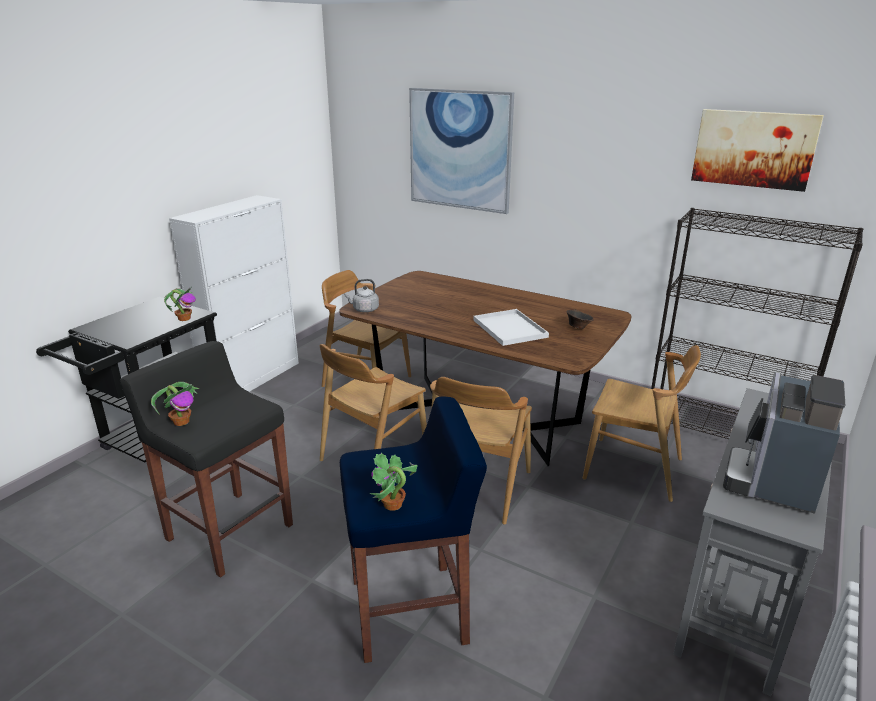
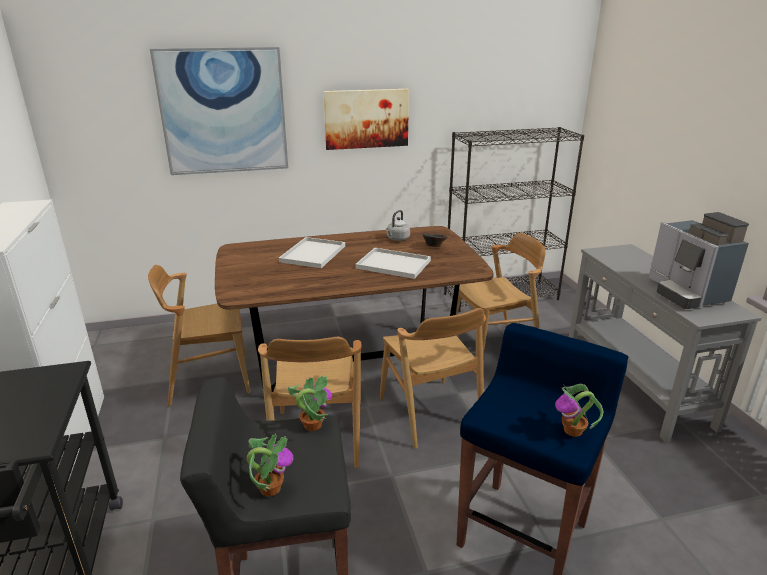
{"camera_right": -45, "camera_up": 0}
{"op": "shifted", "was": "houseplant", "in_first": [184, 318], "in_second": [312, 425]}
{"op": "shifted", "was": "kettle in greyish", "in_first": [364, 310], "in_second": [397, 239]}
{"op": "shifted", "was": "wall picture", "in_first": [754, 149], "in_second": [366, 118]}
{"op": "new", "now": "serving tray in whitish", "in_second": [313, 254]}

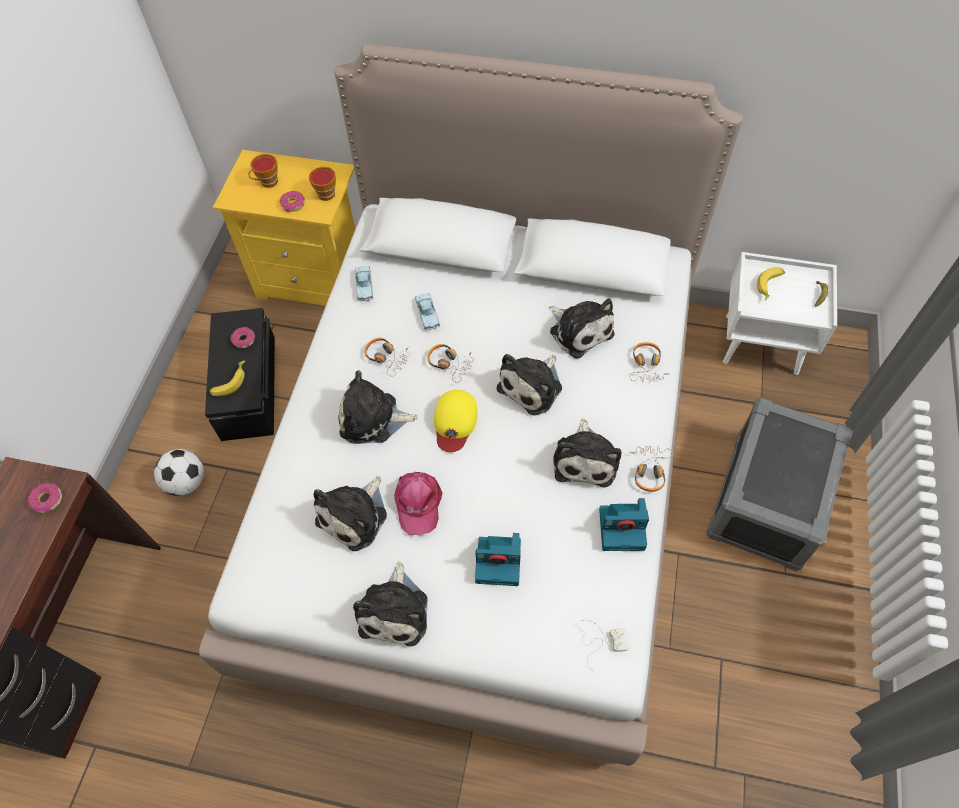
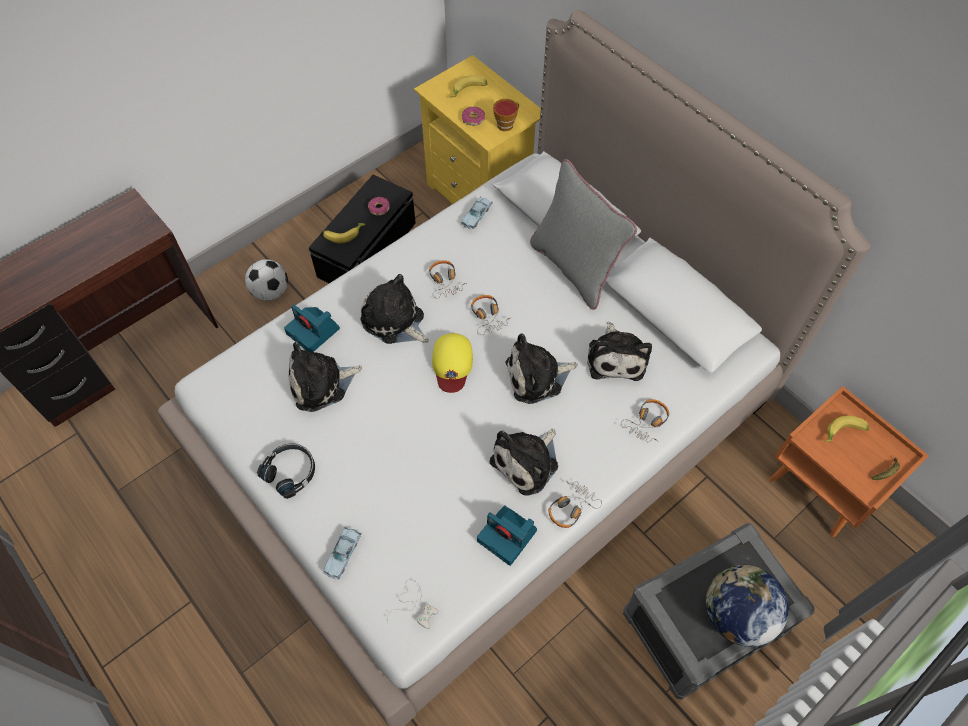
{"camera_right": 35, "camera_up": 0}
{"op": "gone", "was": "ring doughnut", "in_first": [47, 500]}
{"op": "swapped", "was": "cup", "now": "banana", "in_first": [267, 183], "in_second": [469, 91]}
{"op": "swapped", "was": "cuddly toy", "now": "headphones in blackish", "in_first": [395, 610], "in_second": [291, 471]}
{"op": "gone", "was": "peaked cap in pinkish", "in_first": [418, 503]}
{"op": "shifted", "was": "model car in blue-coloured", "in_first": [427, 314], "in_second": [342, 554]}
{"op": "rotated", "was": "peaked cap in yellowish", "in_first": [454, 422], "in_second": [452, 364], "clockwise": -45}
{"op": "shifted", "was": "photo camera", "in_first": [499, 561], "in_second": [314, 331]}
{"op": "repainted", "was": "nightstand in whitish", "now": "nightstand in orangey", "in_first": [762, 344], "in_second": [822, 487]}
{"op": "new", "now": "cushion in greyish", "in_second": [574, 268]}
{"op": "new", "now": "desk globe", "in_second": [735, 615]}

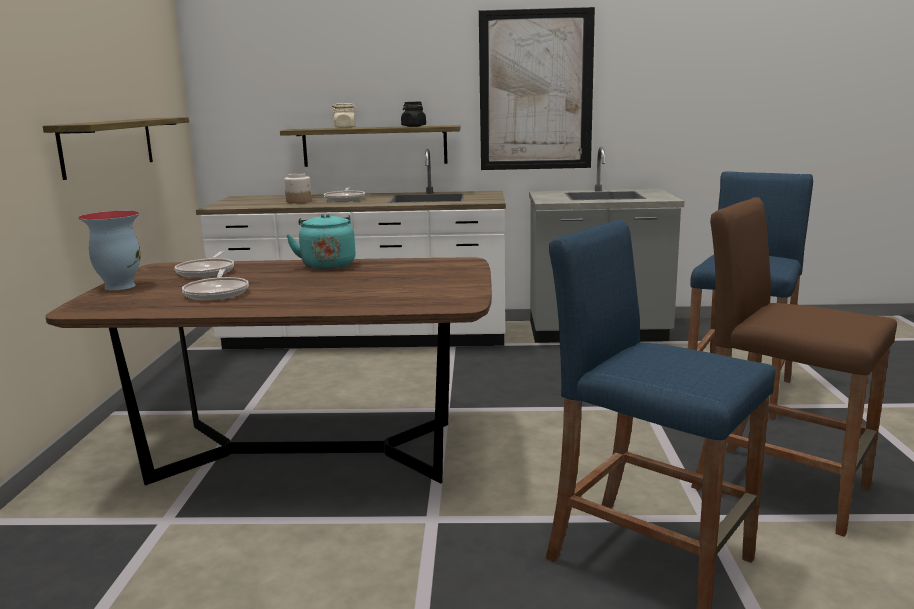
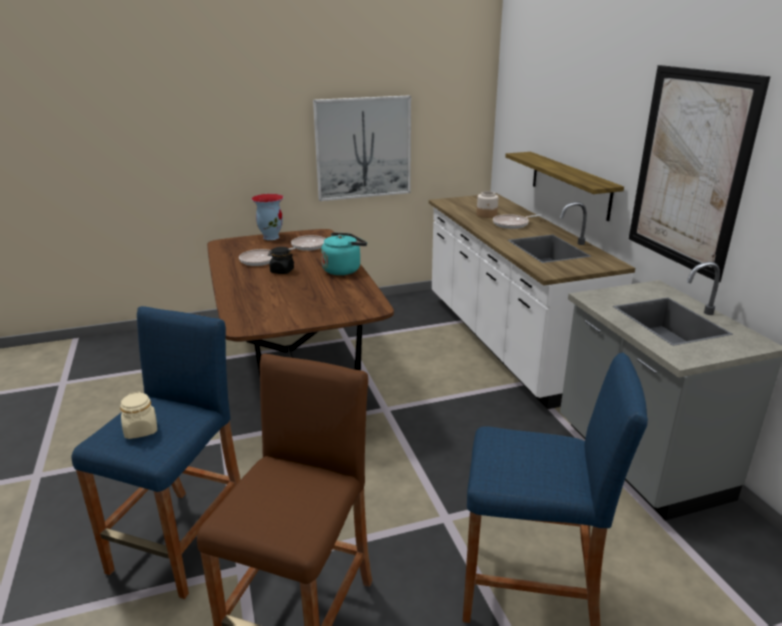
{"camera_right": 70, "camera_up": 10}
{"op": "swapped", "was": "shelf", "now": "wall picture", "in_first": [108, 145], "in_second": [363, 148]}
{"op": "shifted", "was": "preserve jar in sand-coloured", "in_first": [345, 128], "in_second": [141, 430]}
{"op": "shifted", "was": "preserve jar in blackish", "in_first": [413, 126], "in_second": [282, 271]}

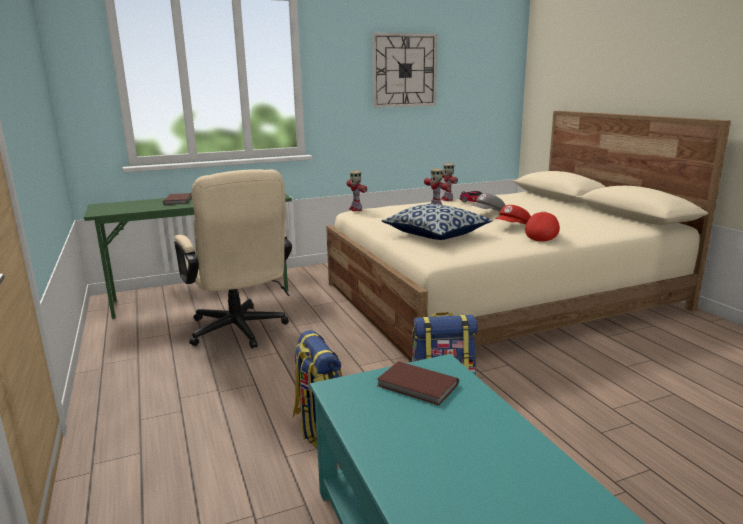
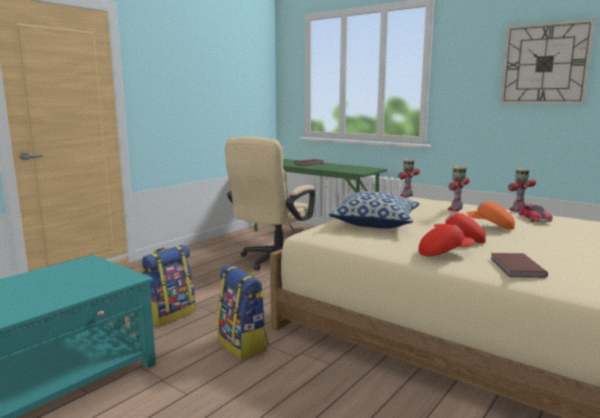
{"camera_right": 60, "camera_up": -5}
{"op": "shifted", "was": "volume in brown", "in_first": [417, 386], "in_second": [516, 267]}
{"op": "repainted", "was": "peaked cap in greyish", "now": "peaked cap in orangey", "in_first": [488, 213], "in_second": [490, 226]}

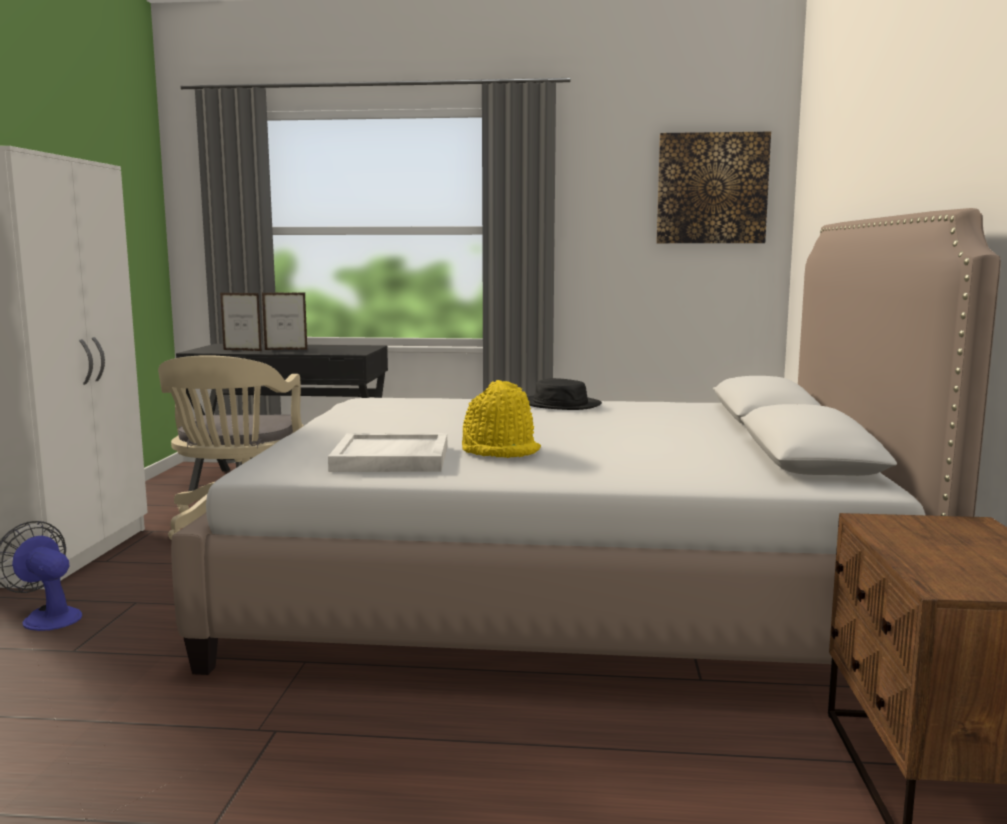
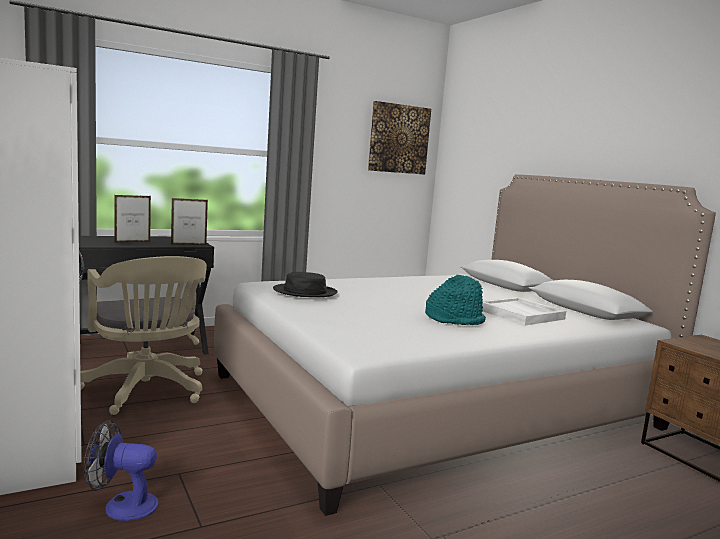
{"camera_right": -35, "camera_up": 0}
{"op": "shifted", "was": "picture frame", "in_first": [242, 350], "in_second": [189, 245]}
{"op": "shifted", "was": "serving tray in whitish", "in_first": [392, 458], "in_second": [521, 314]}
{"op": "repainted", "was": "wearable hat in yellowish", "now": "wearable hat in turquoise-coloured", "in_first": [500, 450], "in_second": [455, 319]}
{"op": "shifted", "was": "wearable hat in blackish", "in_first": [560, 404], "in_second": [305, 292]}

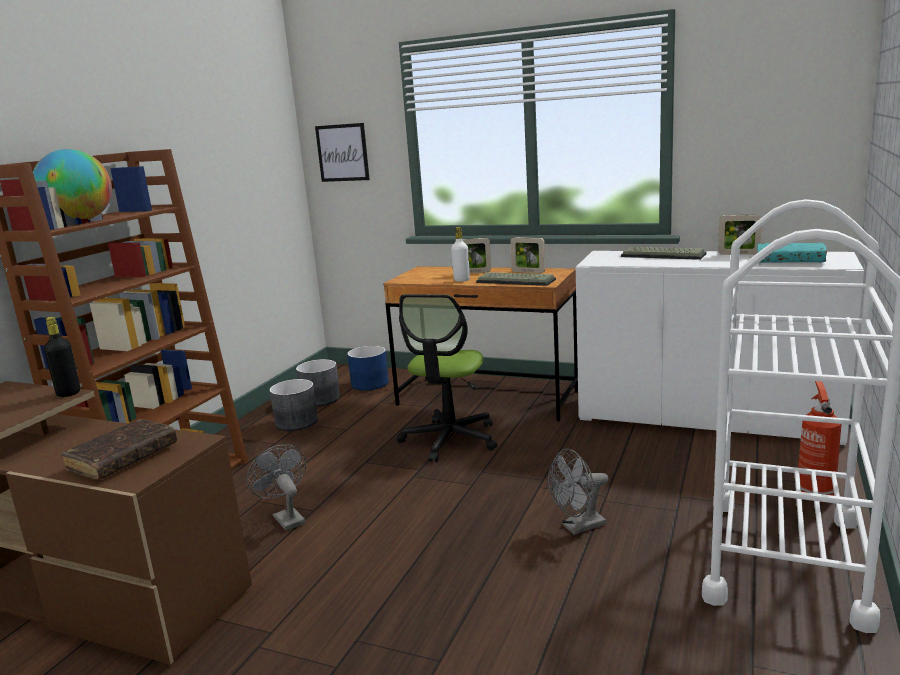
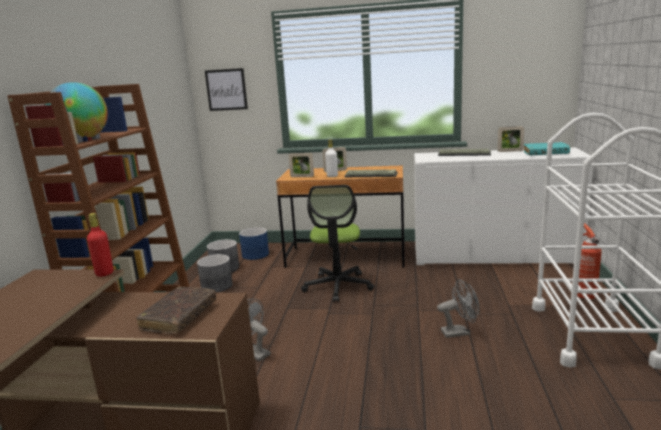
{"camera_right": -15, "camera_up": 0}
{"op": "repainted", "was": "bottle in blackish", "now": "bottle in red-coloured", "in_first": [68, 393], "in_second": [104, 273]}
{"op": "shifted", "was": "picture frame", "in_first": [528, 272], "in_second": [302, 177]}
{"op": "rotated", "was": "fan in greyish", "in_first": [578, 527], "in_second": [459, 332], "clockwise": -150}

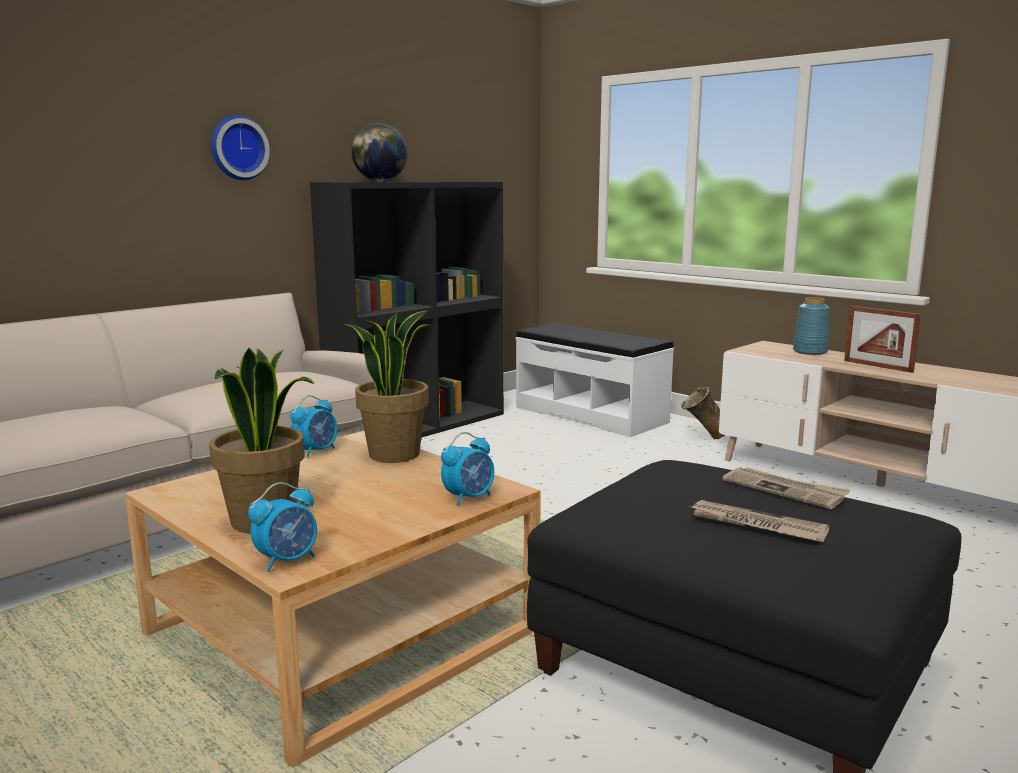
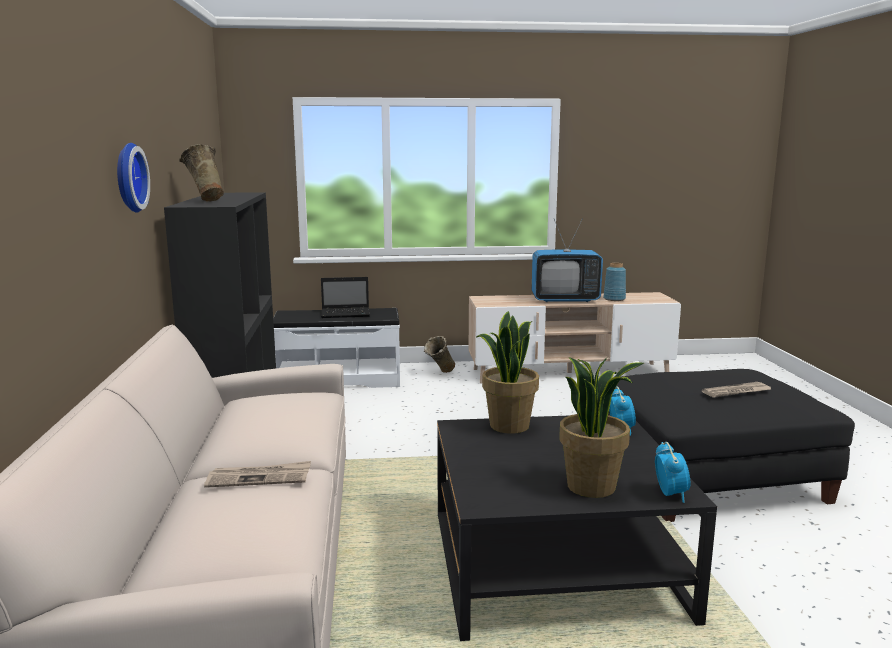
{"camera_right": -50, "camera_up": 0}
{"op": "repainted", "was": "lounge table in sand-coloured", "now": "lounge table in blackish", "in_first": [341, 631], "in_second": [554, 564]}
{"op": "gone", "was": "alarm clock", "in_first": [316, 451]}
{"op": "swapped", "was": "desk globe", "now": "decorative vase in sand-coloured", "in_first": [380, 181], "in_second": [205, 201]}
{"op": "shifted", "was": "newspaper", "in_first": [785, 490], "in_second": [259, 478]}
{"op": "shifted", "was": "decorative vase in blue-coloured", "in_first": [810, 352], "in_second": [614, 299]}
{"op": "swapped", "was": "picture frame", "now": "television", "in_first": [878, 366], "in_second": [565, 300]}
{"op": "new", "now": "laptop", "in_second": [346, 314]}

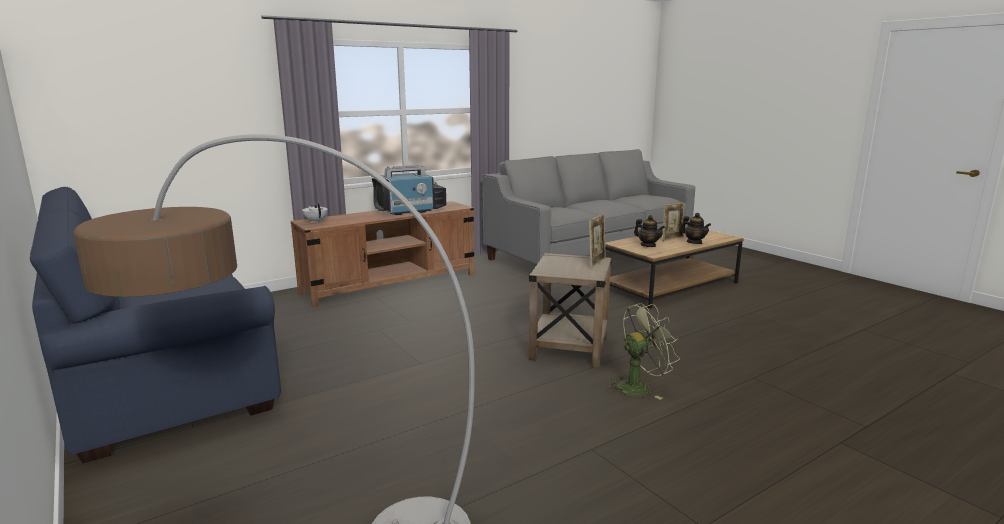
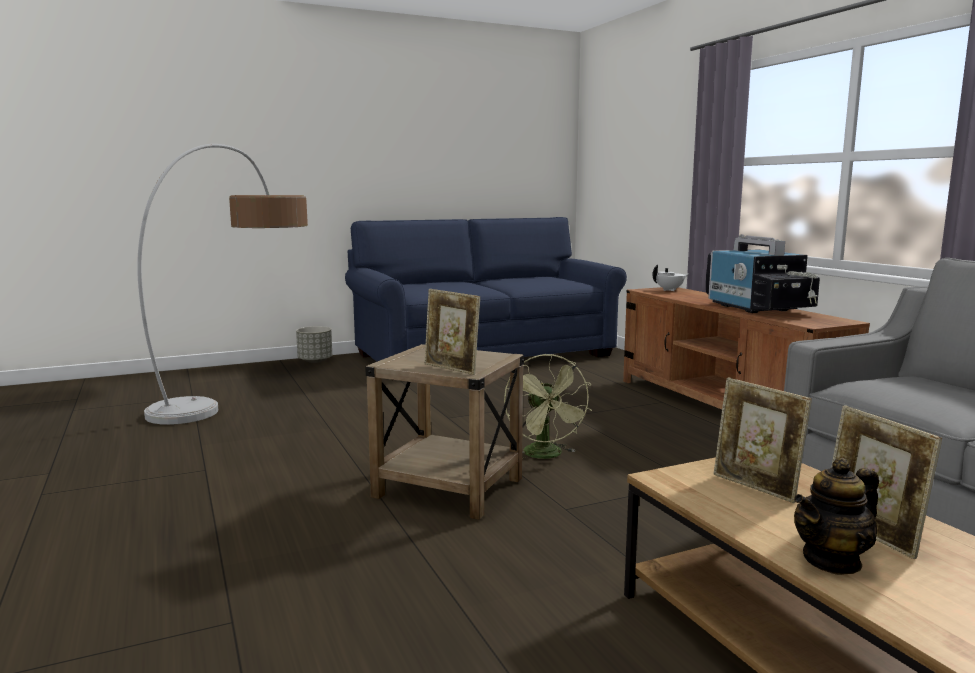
{"camera_right": 100, "camera_up": -5}
{"op": "shifted", "was": "fan in greenish", "in_first": [639, 387], "in_second": [547, 456]}
{"op": "swapped", "was": "pot for tea", "now": "picture frame", "in_first": [648, 245], "in_second": [755, 487]}
{"op": "new", "now": "planter in greyish", "in_second": [315, 361]}

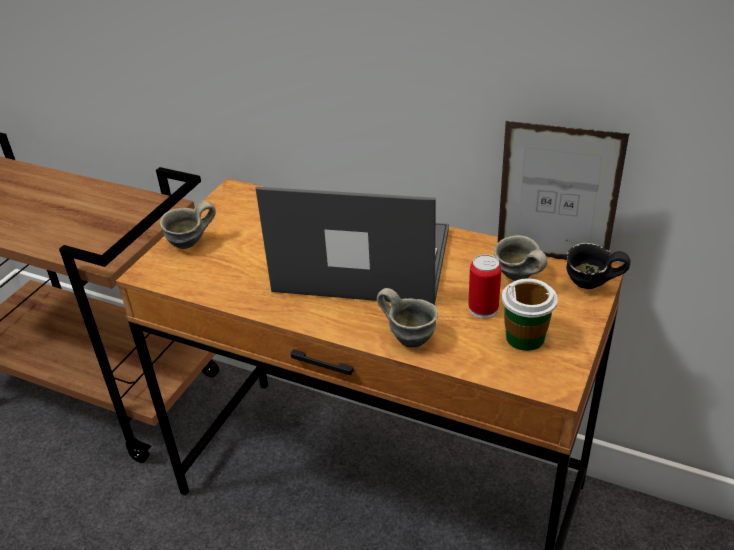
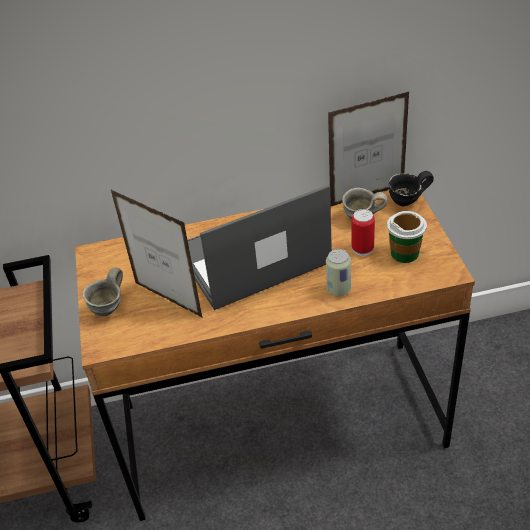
{"camera_right": -35, "camera_up": 5}
{"op": "swapped", "was": "coffee mug in greyish", "now": "sealed can", "in_first": [410, 336], "in_second": [338, 289]}
{"op": "new", "now": "picture frame", "in_second": [168, 300]}

